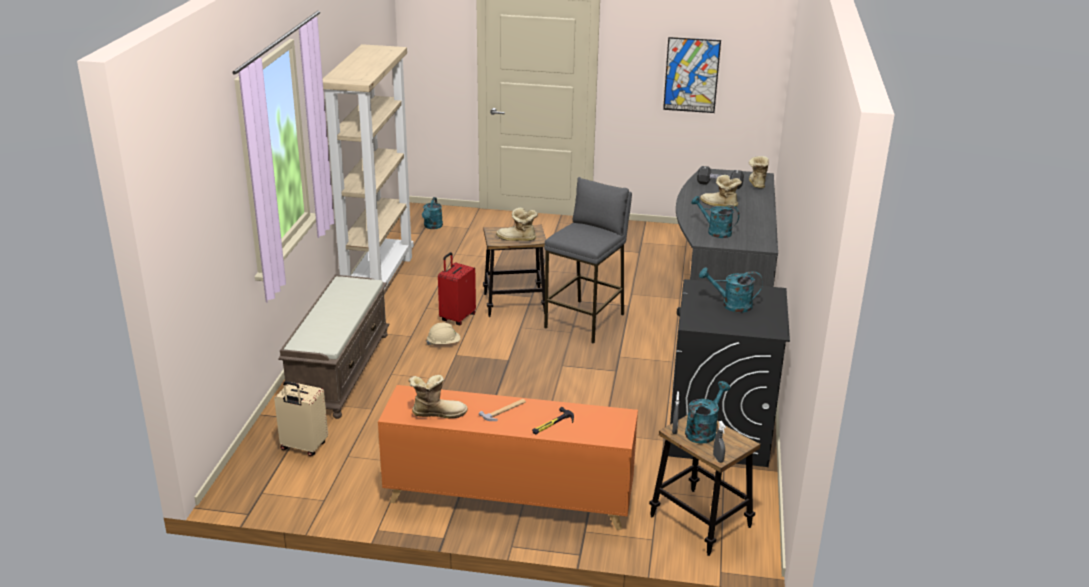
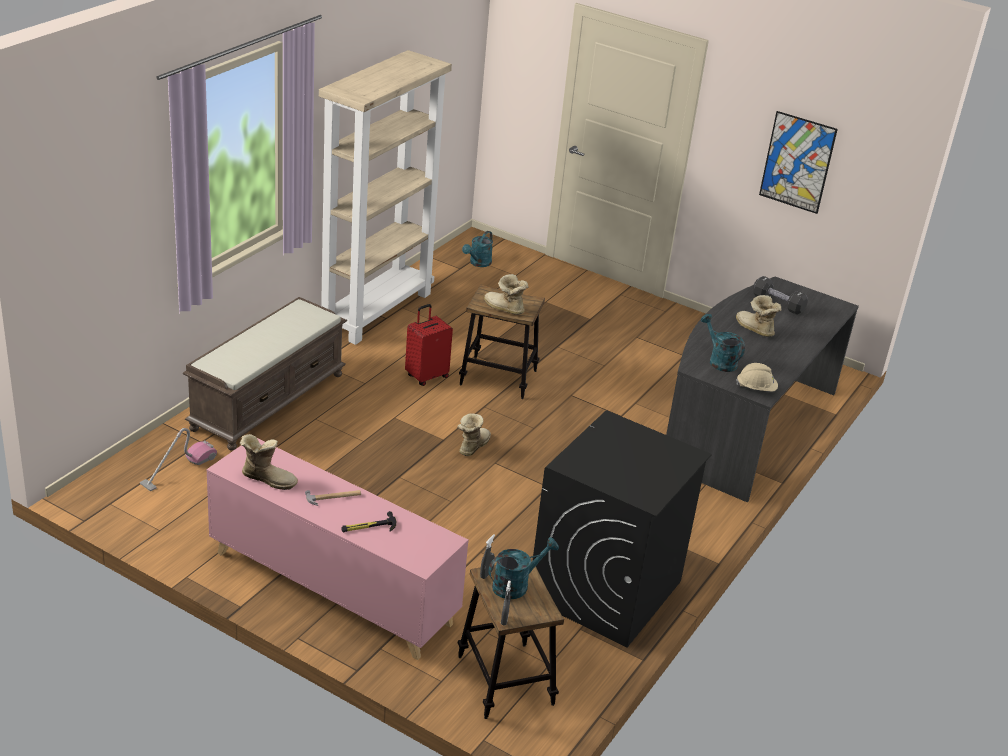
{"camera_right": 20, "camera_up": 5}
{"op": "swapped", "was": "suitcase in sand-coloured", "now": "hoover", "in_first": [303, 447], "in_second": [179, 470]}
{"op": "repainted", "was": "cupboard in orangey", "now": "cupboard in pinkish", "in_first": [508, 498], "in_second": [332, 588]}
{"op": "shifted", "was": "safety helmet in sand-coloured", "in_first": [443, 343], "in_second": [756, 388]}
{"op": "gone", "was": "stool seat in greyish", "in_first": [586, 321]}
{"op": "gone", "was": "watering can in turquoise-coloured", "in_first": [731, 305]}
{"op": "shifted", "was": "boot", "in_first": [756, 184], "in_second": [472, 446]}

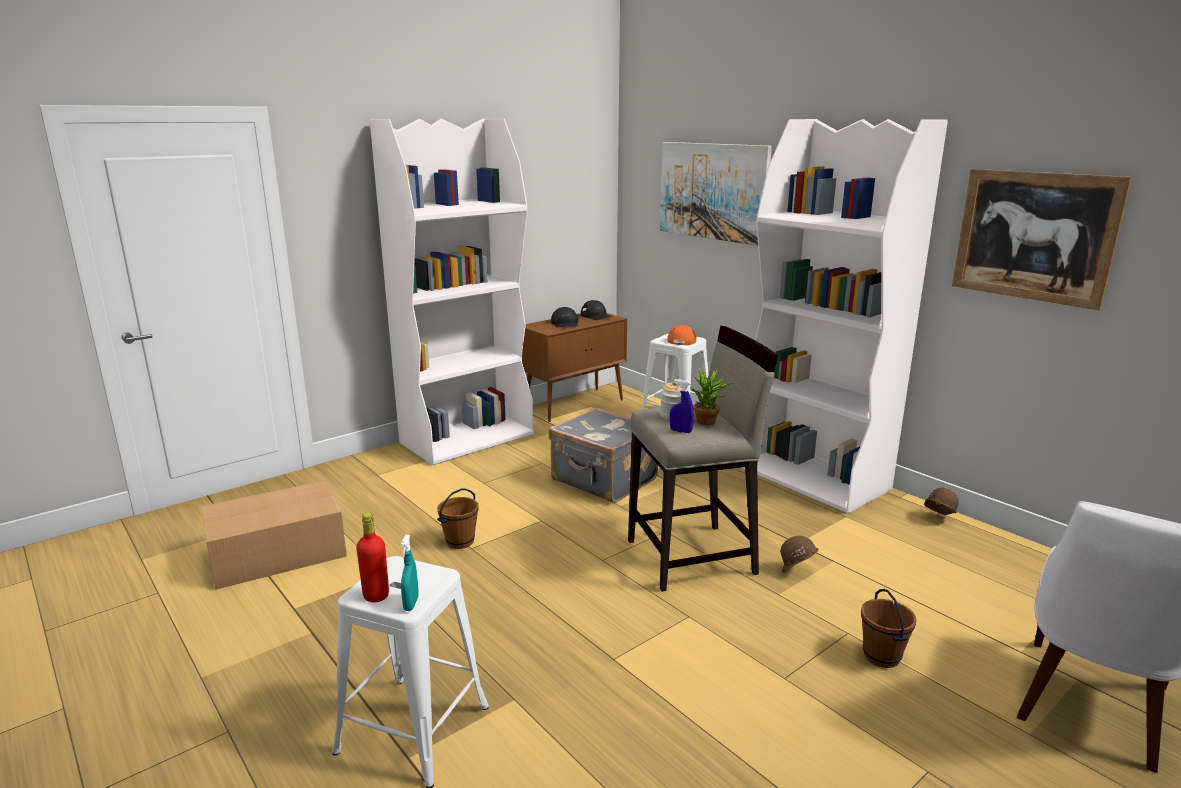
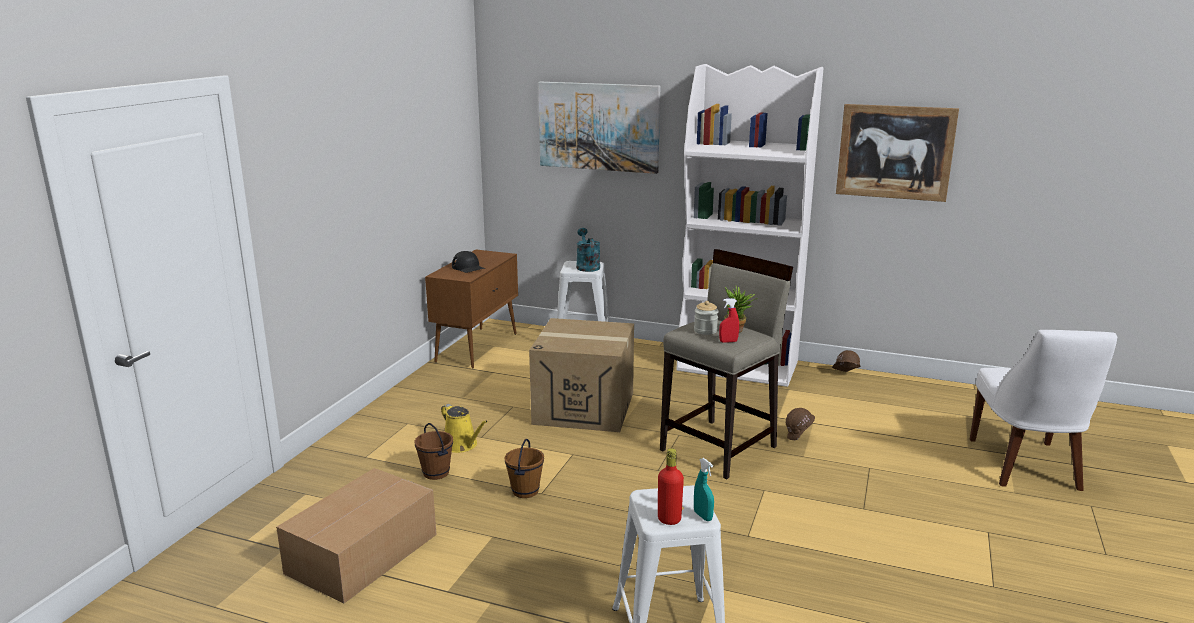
{"camera_right": -30, "camera_up": 0}
{"op": "gone", "was": "shelving unit in whitish", "in_first": [468, 438]}
{"op": "swapped", "was": "suitcase in greyish", "now": "carton", "in_first": [603, 481], "in_second": [584, 408]}
{"op": "gone", "was": "peaked cap in blackish", "in_first": [596, 316]}
{"op": "swapped", "was": "peaked cap in orangey", "now": "watering can in turquoise-coloured", "in_first": [682, 340], "in_second": [587, 266]}
{"op": "repainted", "was": "hand sprayer in blue-coloured", "now": "hand sprayer in red-coloured", "in_first": [681, 431], "in_second": [728, 341]}
{"op": "shifted", "was": "pail in brown", "in_first": [882, 656], "in_second": [436, 473]}
{"op": "new", "now": "watering can in yellowish", "in_second": [462, 445]}

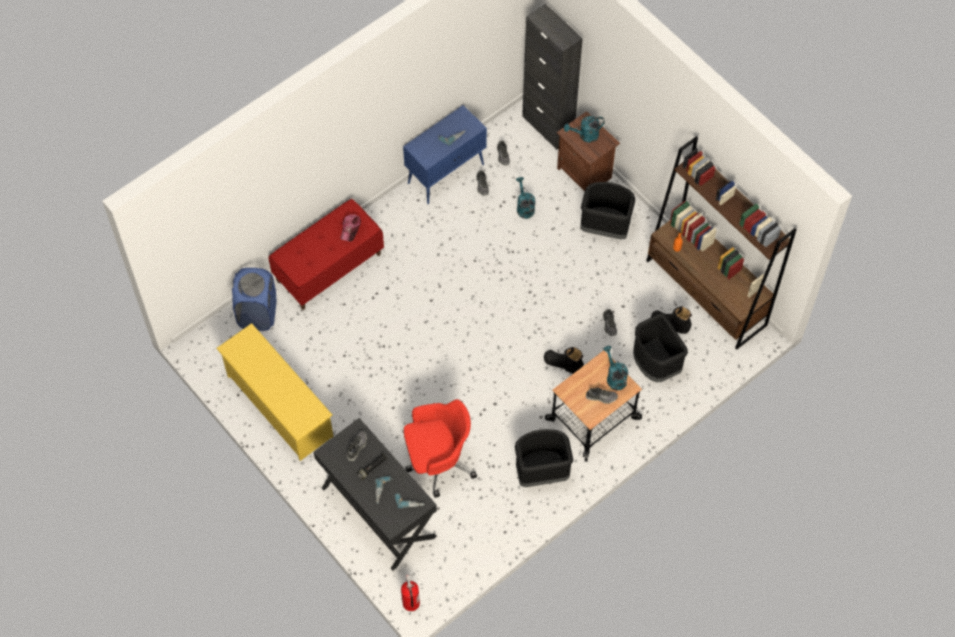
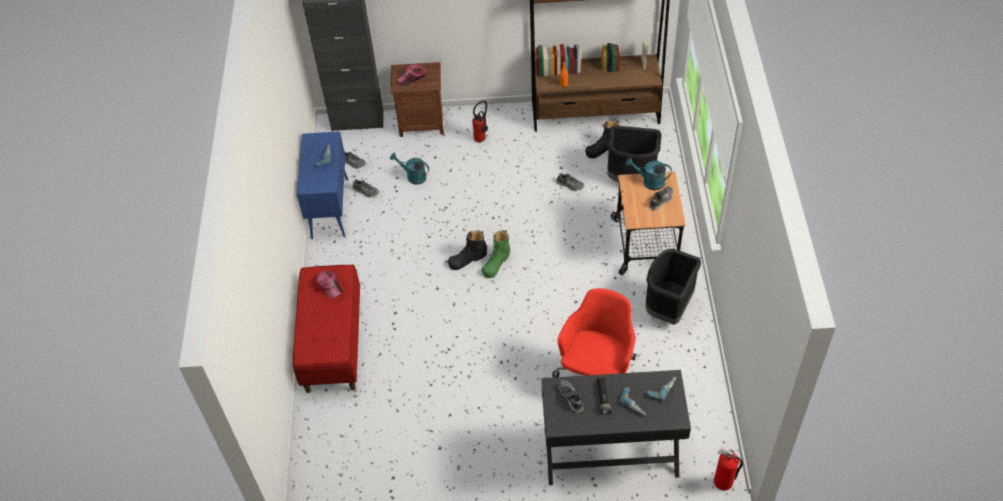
{"camera_right": -50, "camera_up": -10}
{"op": "gone", "was": "shoe stand in yellowish", "in_first": [279, 406]}
{"op": "gone", "was": "washing basket in blue-coloured", "in_first": [257, 314]}
{"op": "shifted", "was": "boot in blackish", "in_first": [563, 363], "in_second": [468, 259]}
{"op": "swapped", "was": "watering can in turquoise-coloured", "now": "peaked cap", "in_first": [585, 135], "in_second": [412, 77]}
{"op": "swapped", "was": "trash can in blackish", "now": "extinguisher", "in_first": [605, 228], "in_second": [481, 139]}
{"op": "new", "now": "boot in greenish", "in_second": [496, 263]}

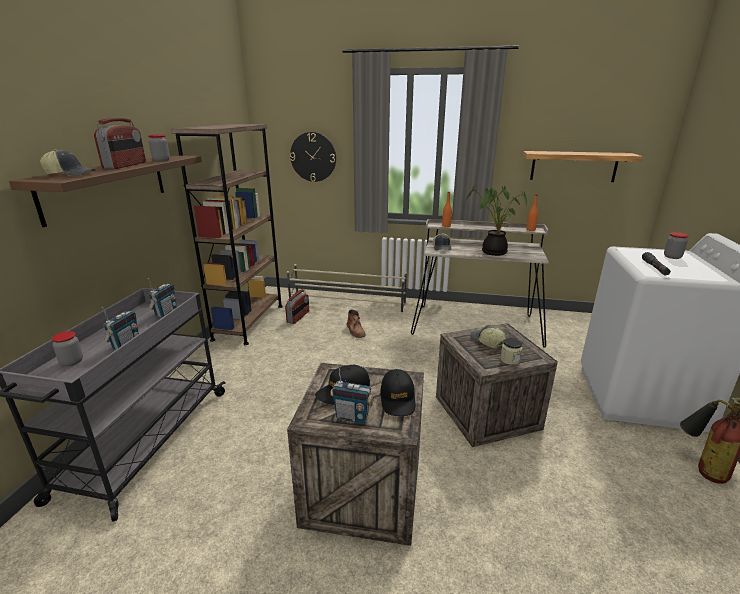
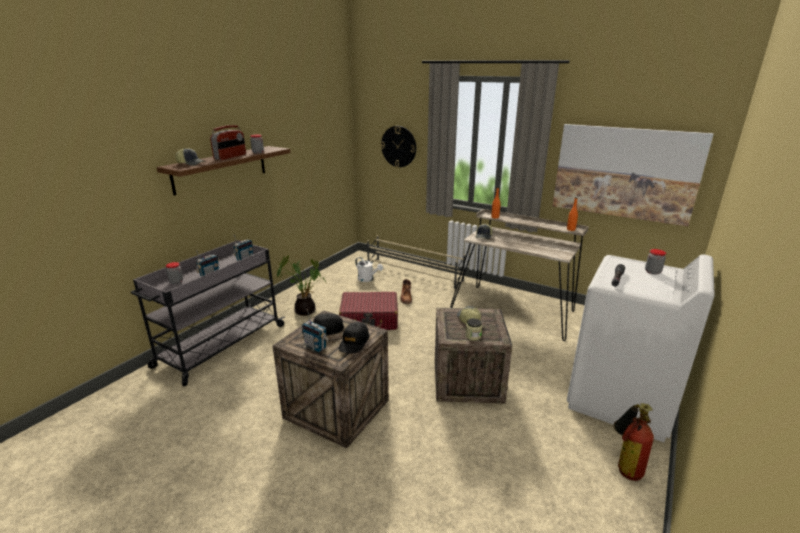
{"camera_right": 20, "camera_up": 0}
{"op": "gone", "was": "shelving unit in brown", "in_first": [249, 322]}
{"op": "swapped", "was": "radio receiver", "now": "watering can in whitish", "in_first": [298, 317], "in_second": [368, 279]}
{"op": "shifted", "was": "houseplant", "in_first": [492, 251], "in_second": [305, 310]}
{"op": "swapped", "was": "shelf", "now": "wall picture", "in_first": [573, 166], "in_second": [625, 173]}
{"op": "new", "now": "suitcase in red-coloured", "in_second": [369, 319]}

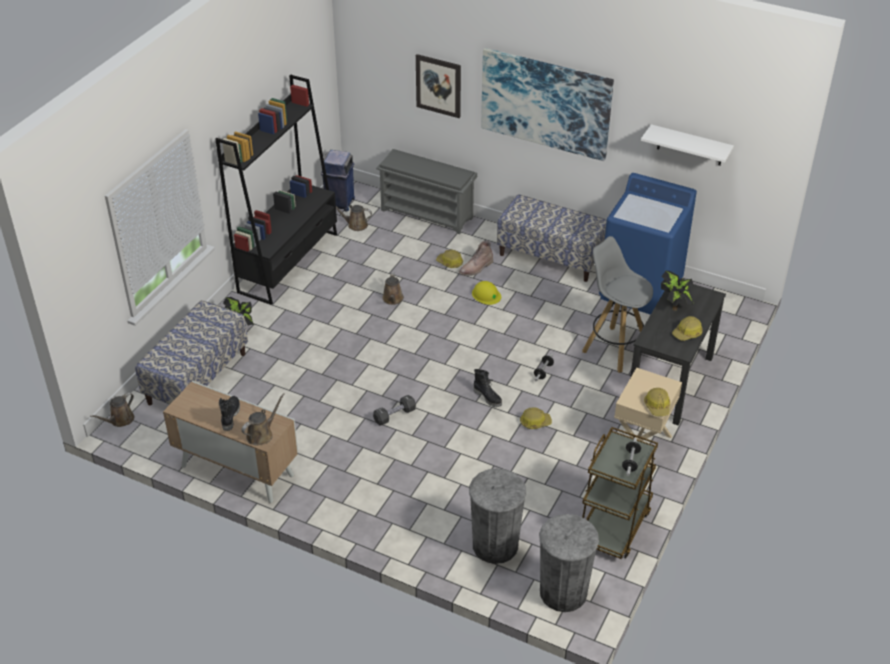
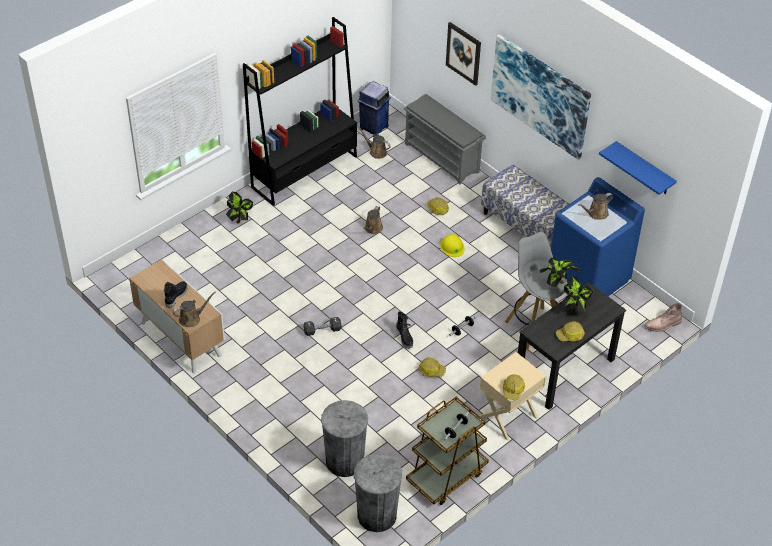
{"camera_right": 20, "camera_up": 5}
{"op": "shifted", "was": "watering can in brown", "in_first": [120, 420], "in_second": [596, 214]}
{"op": "gone", "was": "long seat", "in_first": [197, 378]}
{"op": "shifted", "was": "boot in brown", "in_first": [476, 268], "in_second": [662, 325]}
{"op": "repainted", "was": "shelf in whitish", "now": "shelf in blue-coloured", "in_first": [690, 145], "in_second": [644, 169]}
{"op": "new", "now": "houseplant", "in_second": [557, 283]}

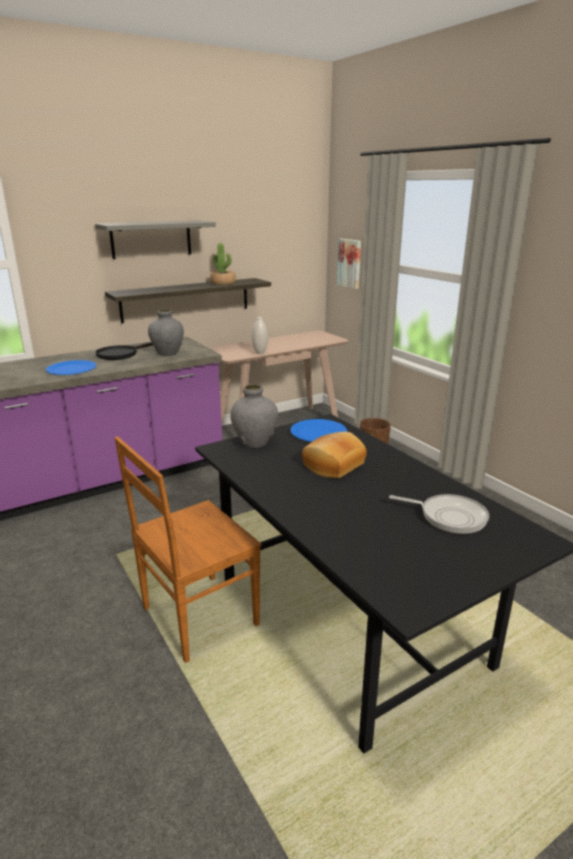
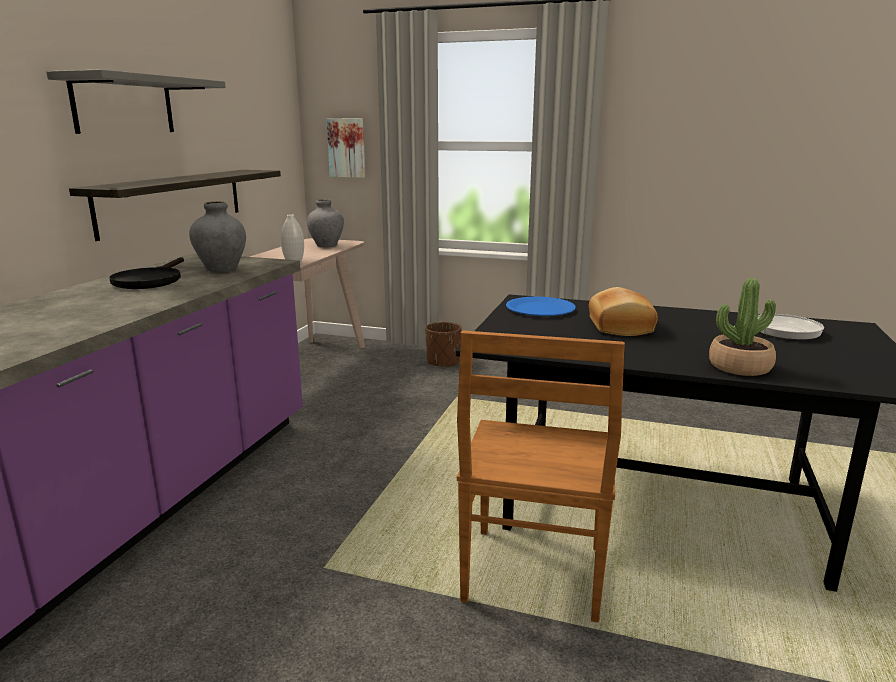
{"camera_right": -40, "camera_up": -5}
{"op": "gone", "was": "dinner plate in blue-coloured", "in_first": [71, 369]}
{"op": "shifted", "was": "houseplant", "in_first": [223, 283], "in_second": [739, 367]}
{"op": "shifted", "was": "decorative vase in greyish", "in_first": [255, 442], "in_second": [326, 246]}

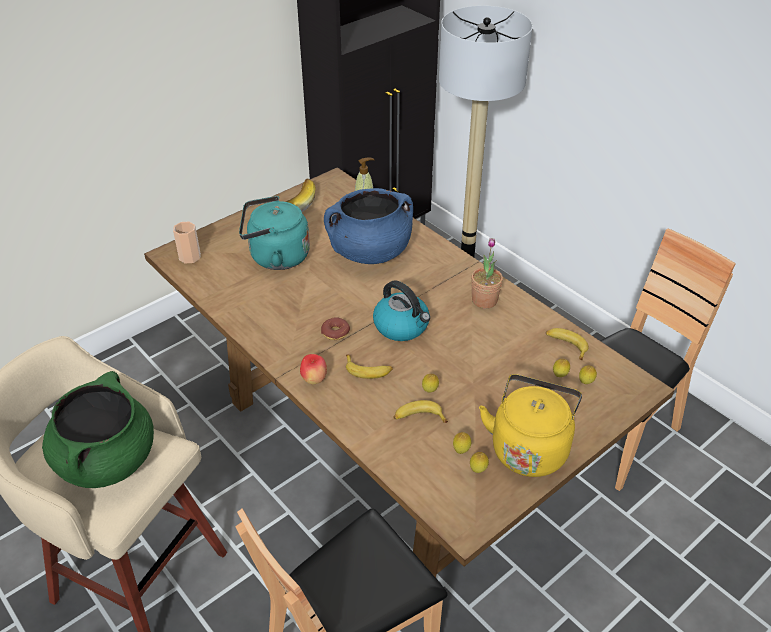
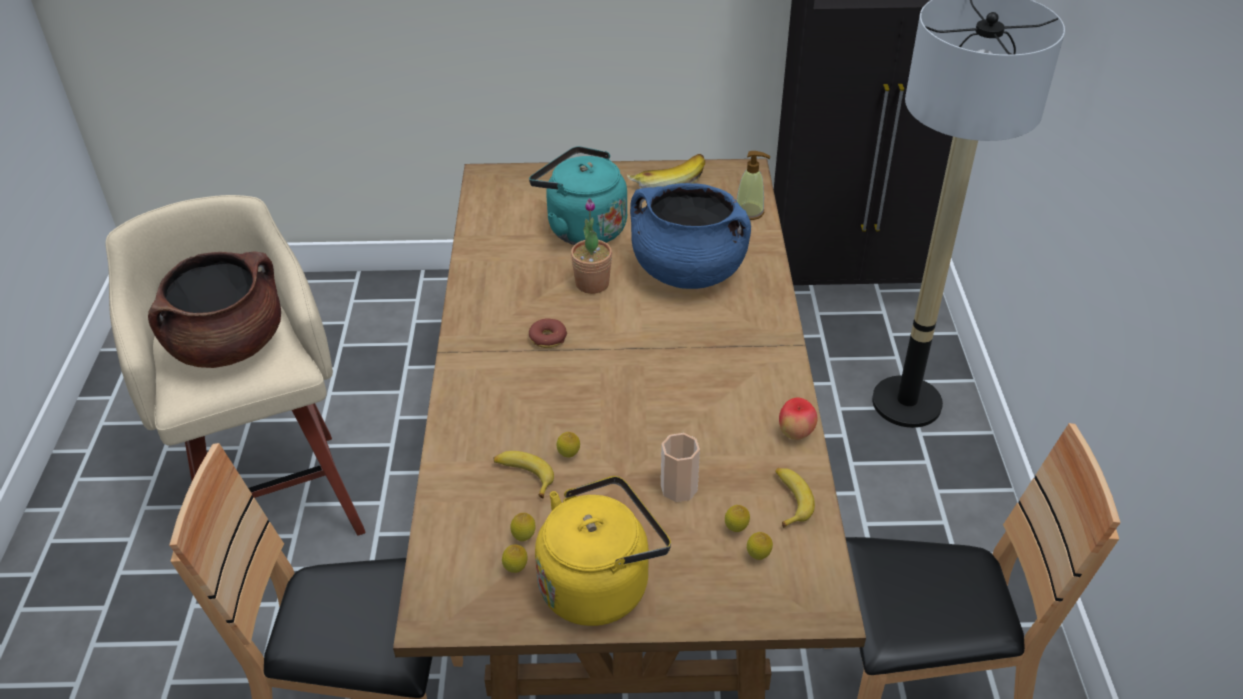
{"camera_right": 40, "camera_up": 0}
{"op": "repainted", "was": "cooking pot in greenish", "now": "cooking pot in brown", "in_first": [107, 460], "in_second": [228, 345]}
{"op": "shifted", "was": "cup", "in_first": [190, 257], "in_second": [679, 488]}
{"op": "shifted", "was": "apple fruit", "in_first": [314, 380], "in_second": [795, 434]}
{"op": "gone", "was": "banana", "in_first": [368, 370]}
{"op": "gone", "was": "kettle", "in_first": [402, 326]}
{"op": "shifted", "was": "houseplant", "in_first": [484, 300], "in_second": [592, 283]}

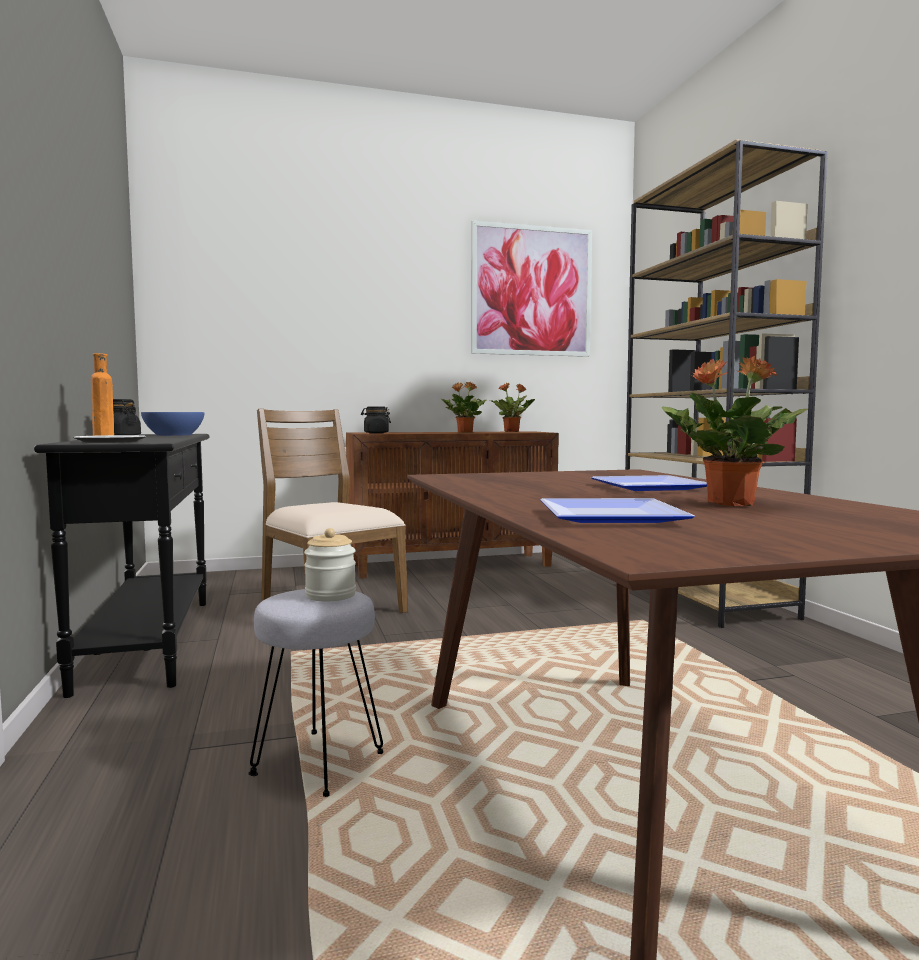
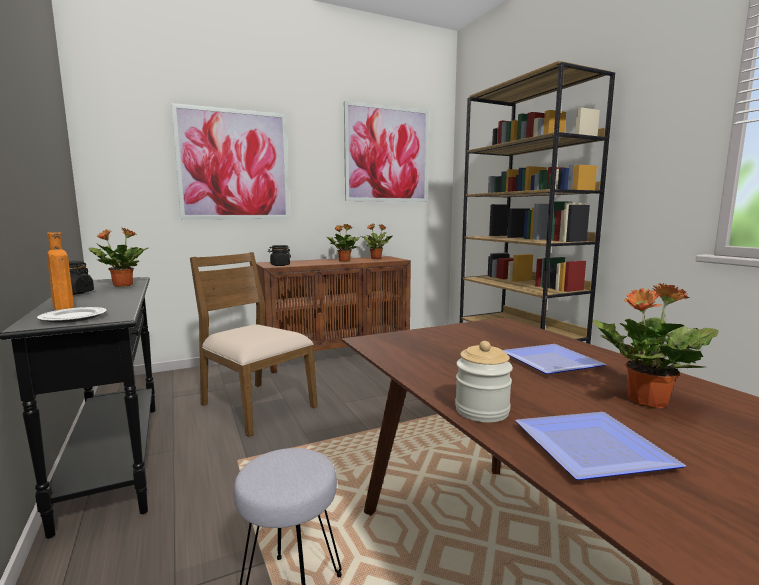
{"camera_right": -10, "camera_up": 5}
{"op": "swapped", "was": "bowl in blue-coloured", "now": "houseplant", "in_first": [174, 435], "in_second": [122, 285]}
{"op": "shifted", "was": "preserve jar", "in_first": [330, 595], "in_second": [482, 411]}
{"op": "new", "now": "wall picture", "in_second": [234, 165]}

